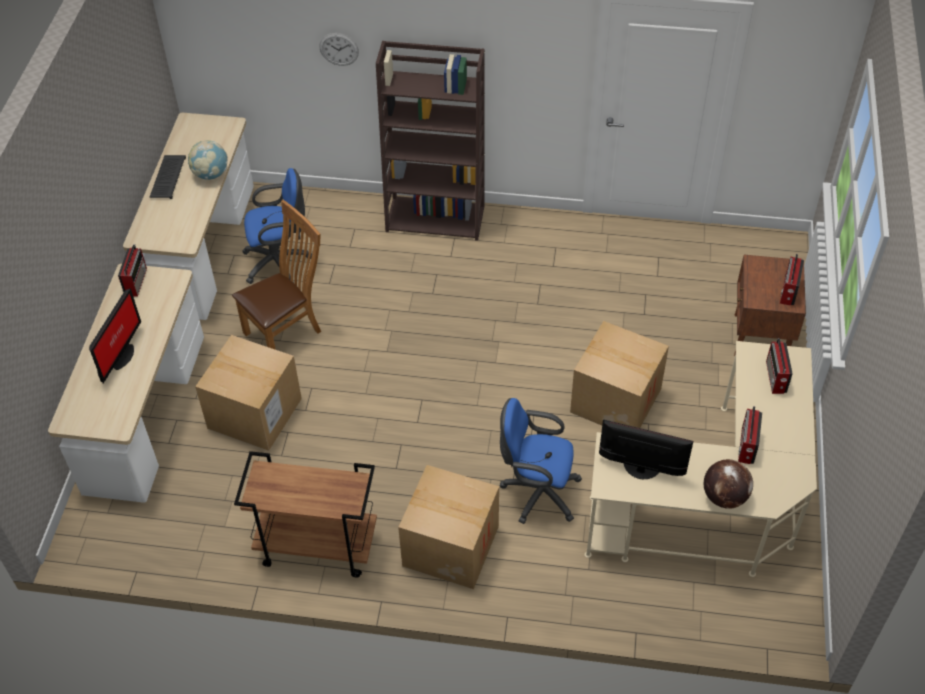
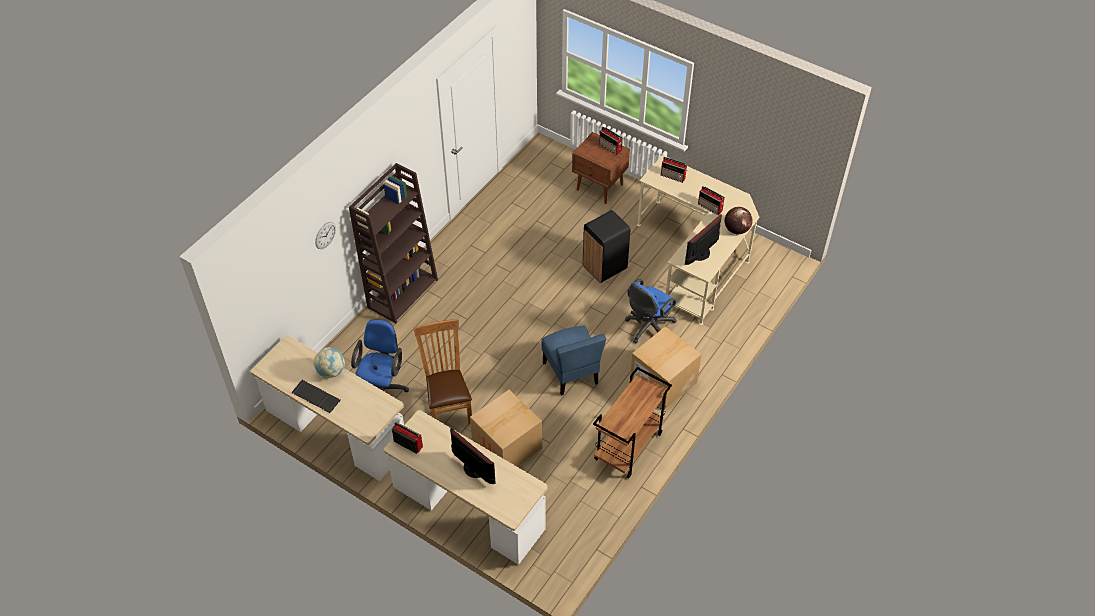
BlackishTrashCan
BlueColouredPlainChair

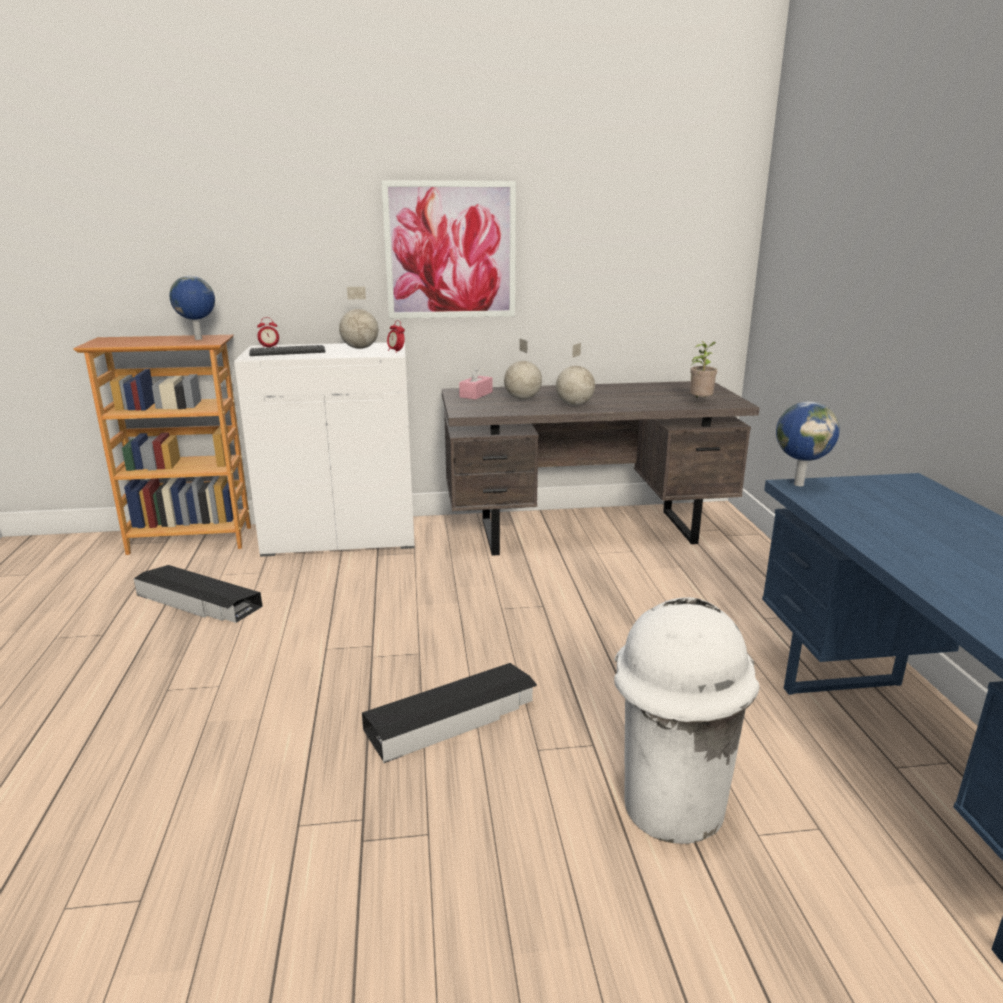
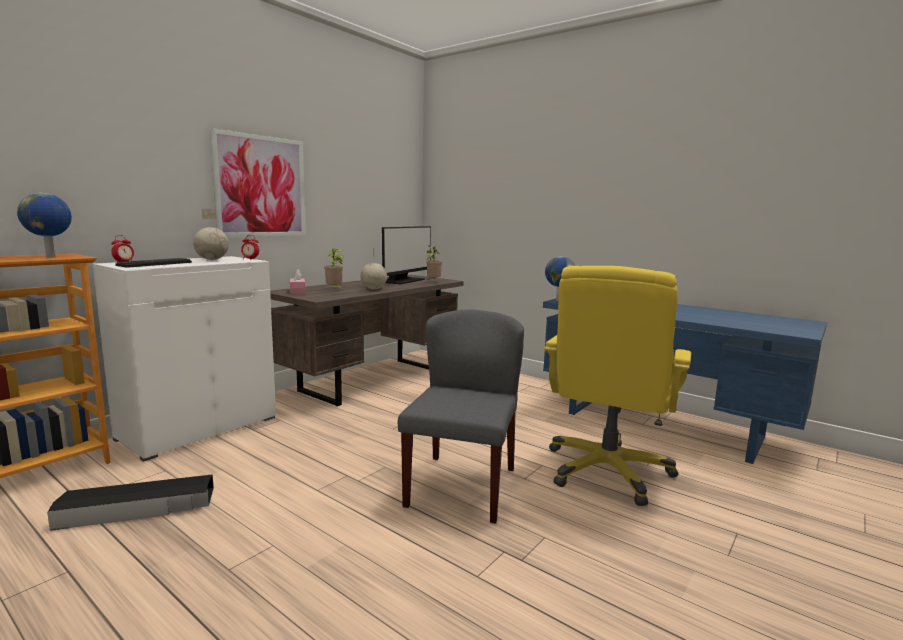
GreyPlainChair
PlantInAPot (no. 1 from left)
YellowDeskChair
ComputerDisplay

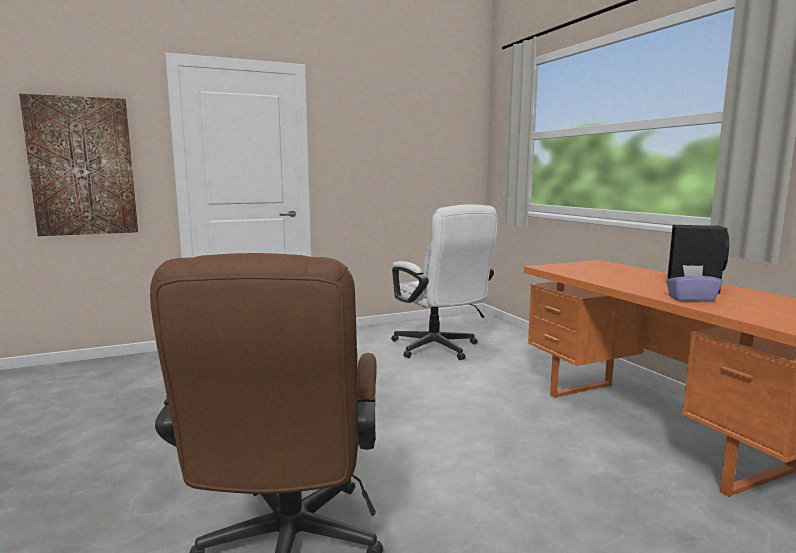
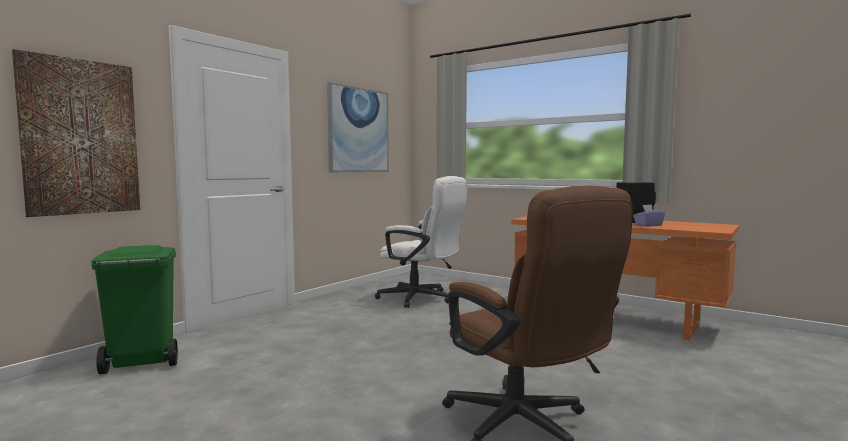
GreenishTrashCan
WallArt (no. 2 from left)

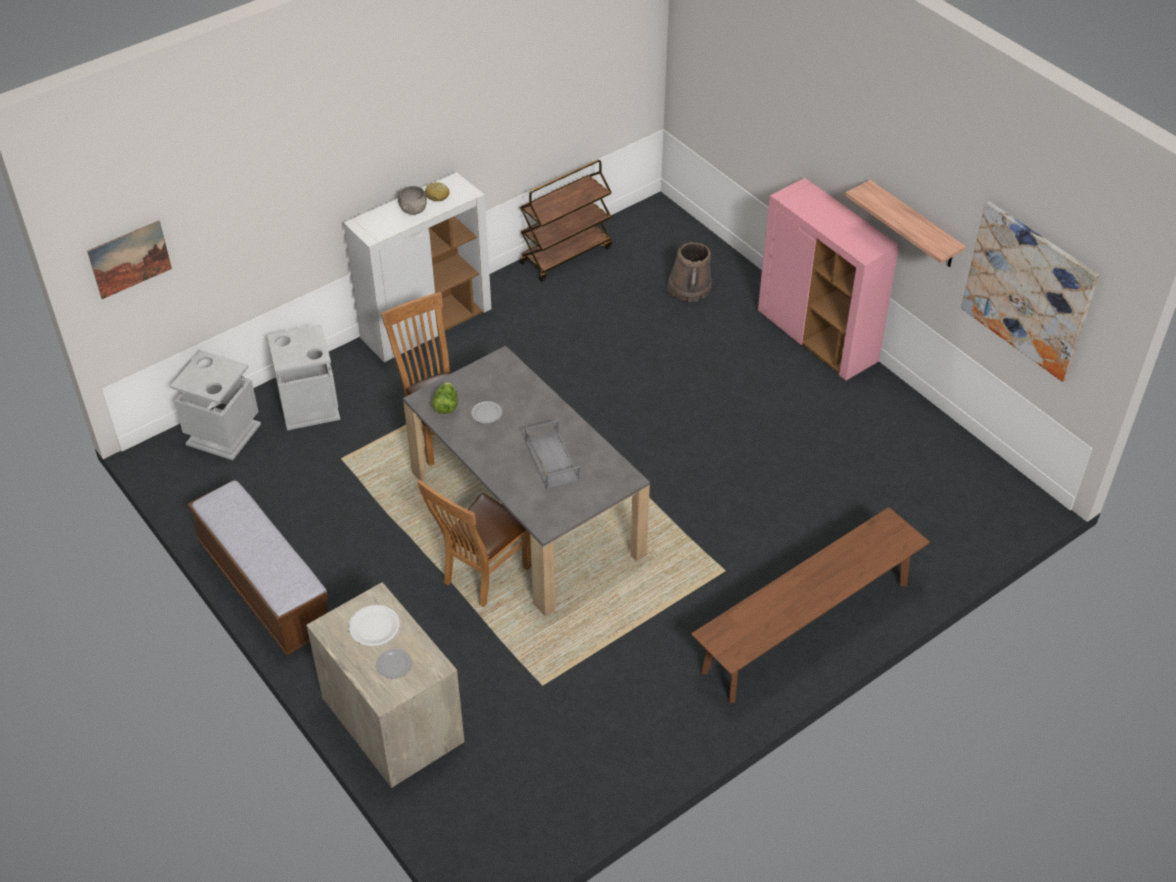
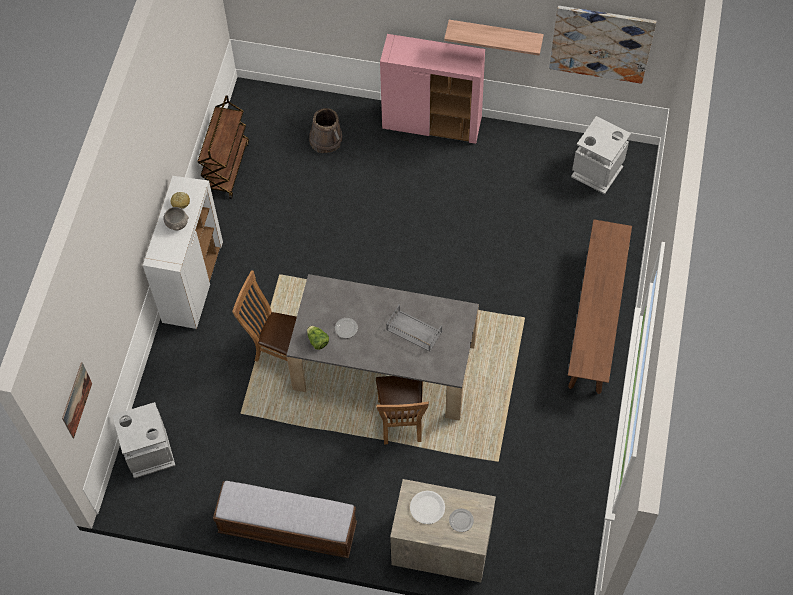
GreyTrashCan (no. 2 from left)

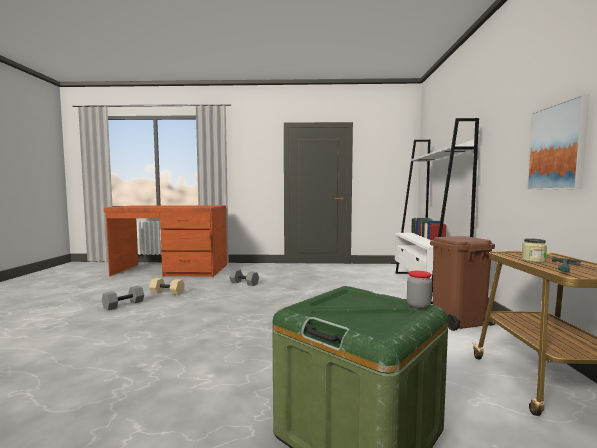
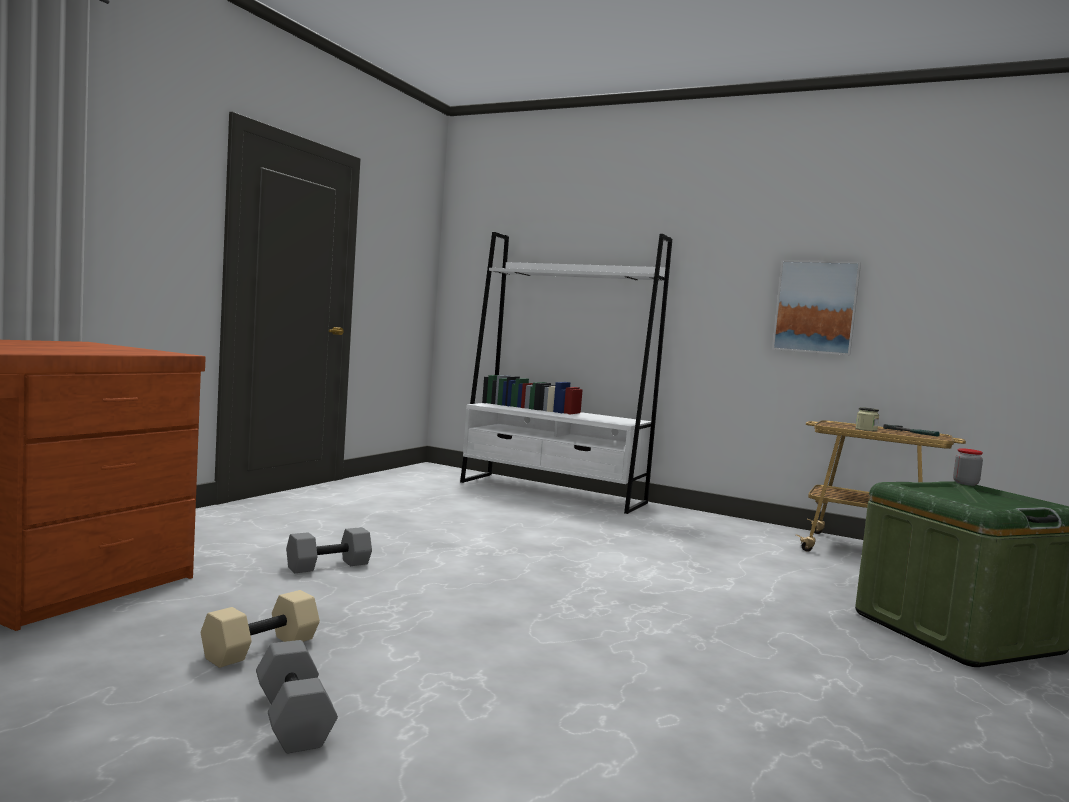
BrownishTrashCan

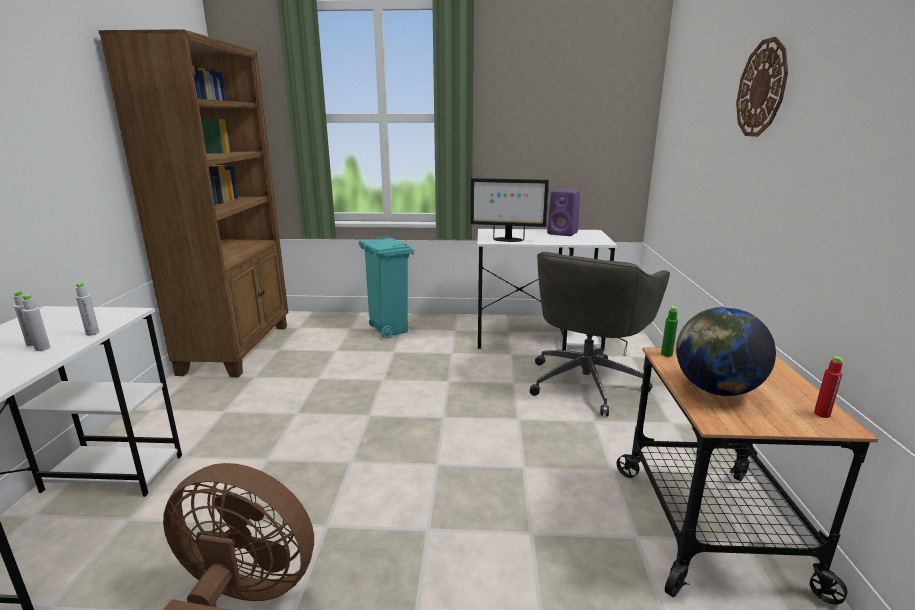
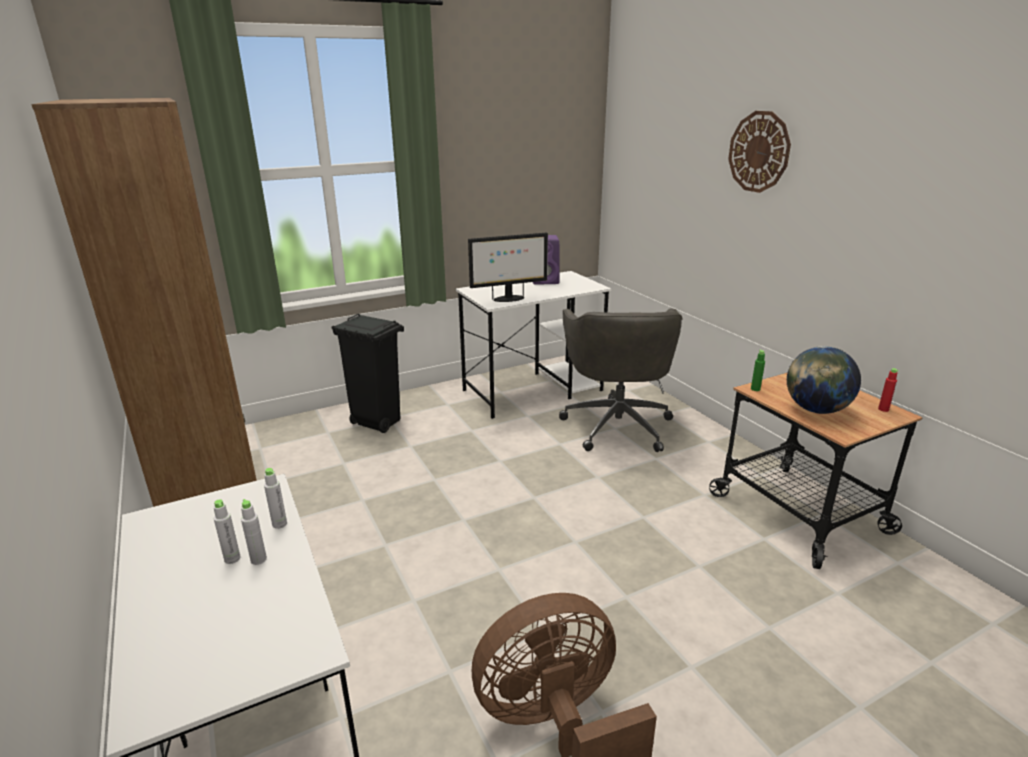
BlackishTrashCan

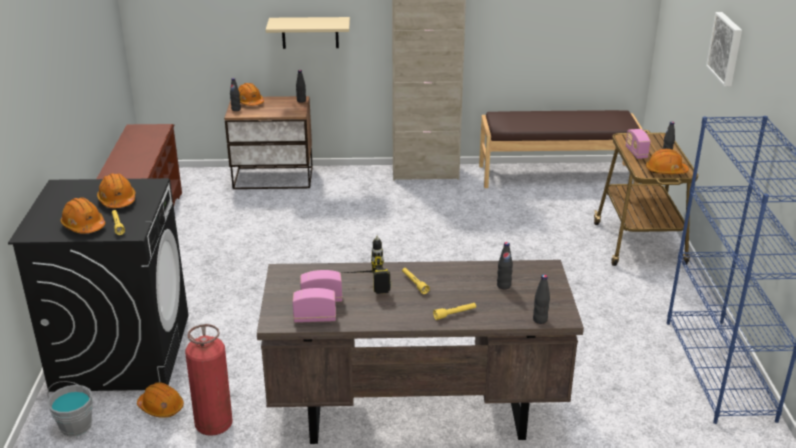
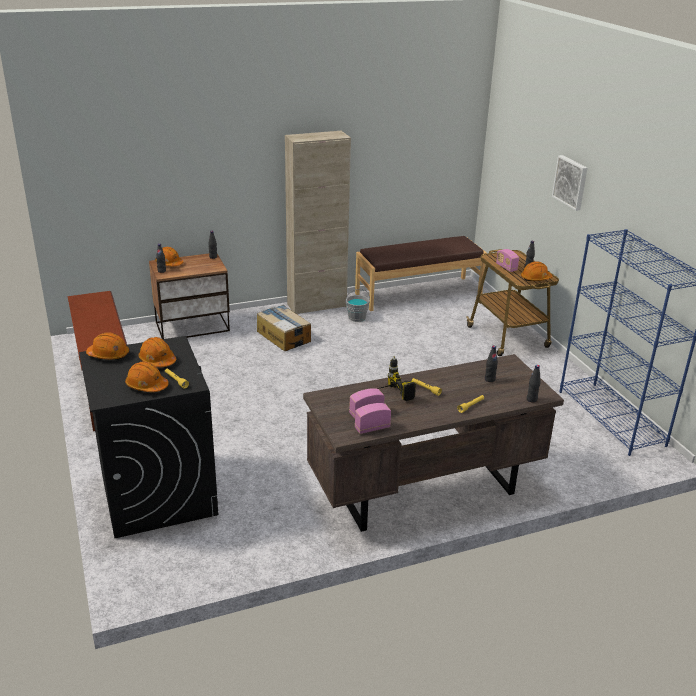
GreyWaterBucket
OrangeColouredSafetyHelmet (no. 1 from left)
FireExtinguisher
SandColouredShelf
PackingBox

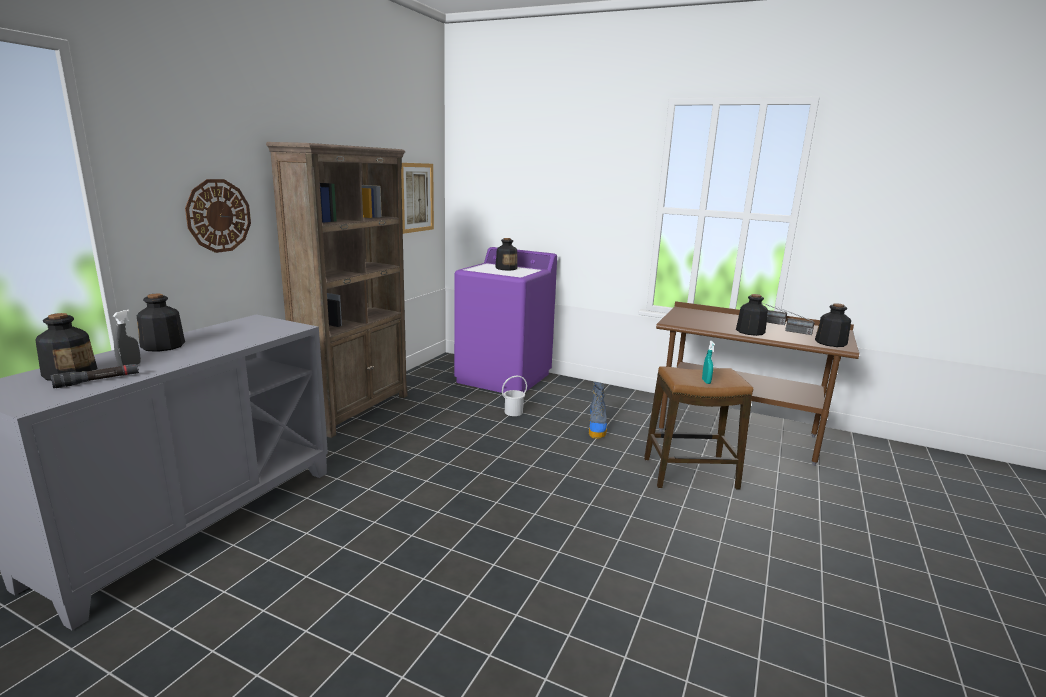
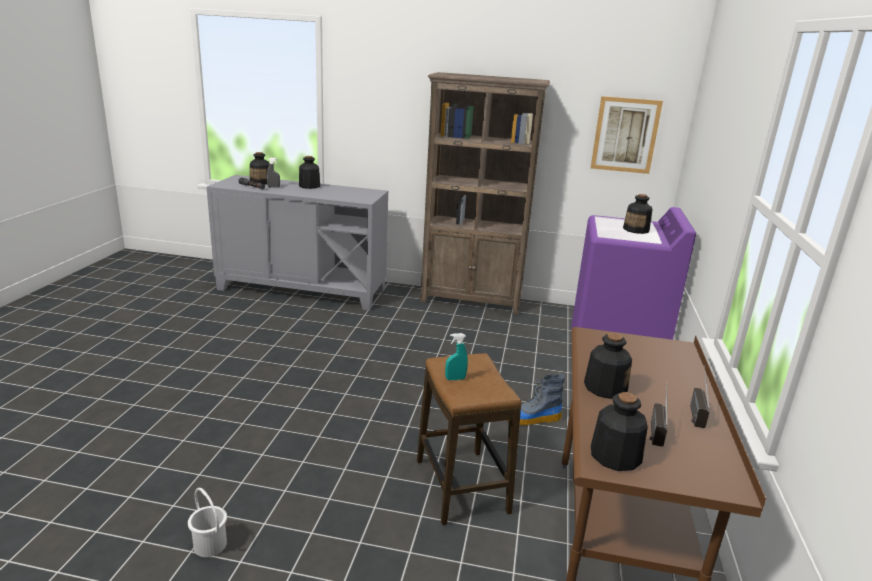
WallClock
WhitishWaterBucket

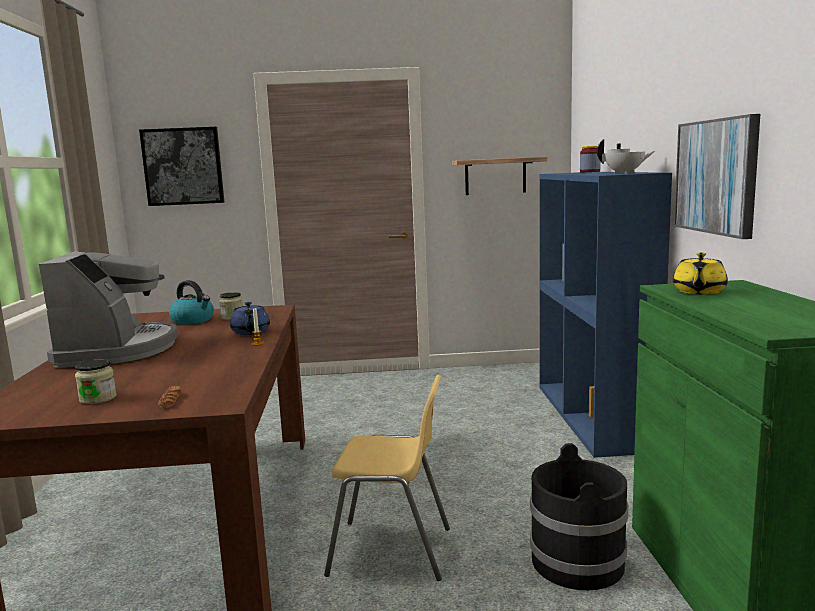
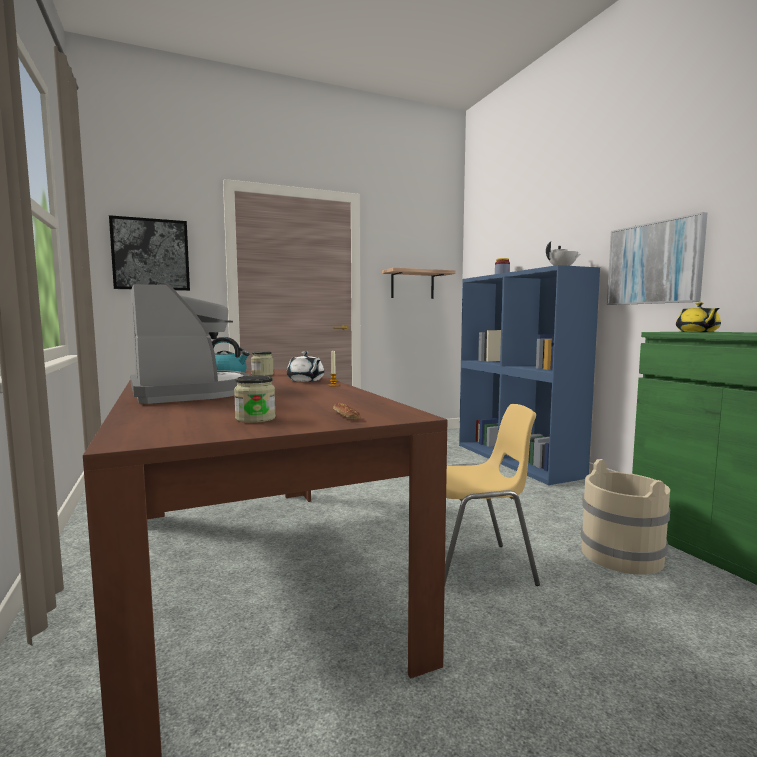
WhitishTeaPot (no. 1 from left)
SandColouredWaterBucket

